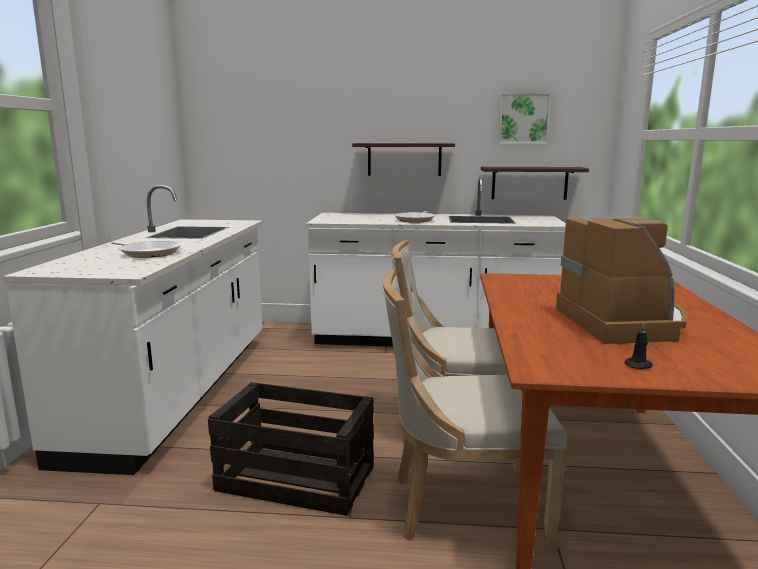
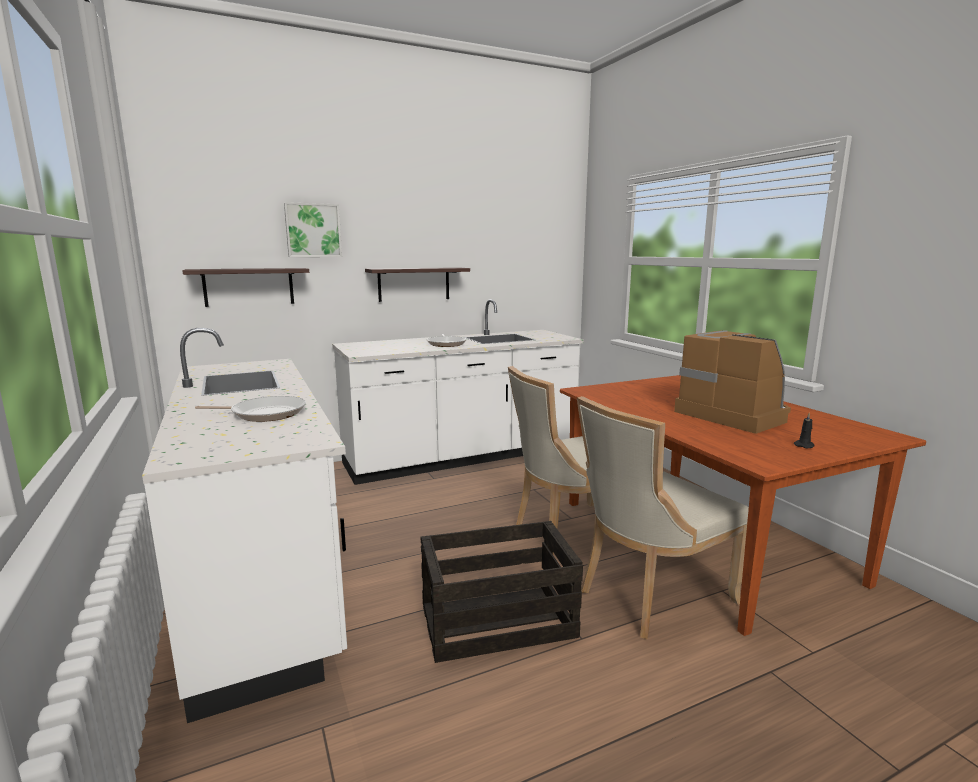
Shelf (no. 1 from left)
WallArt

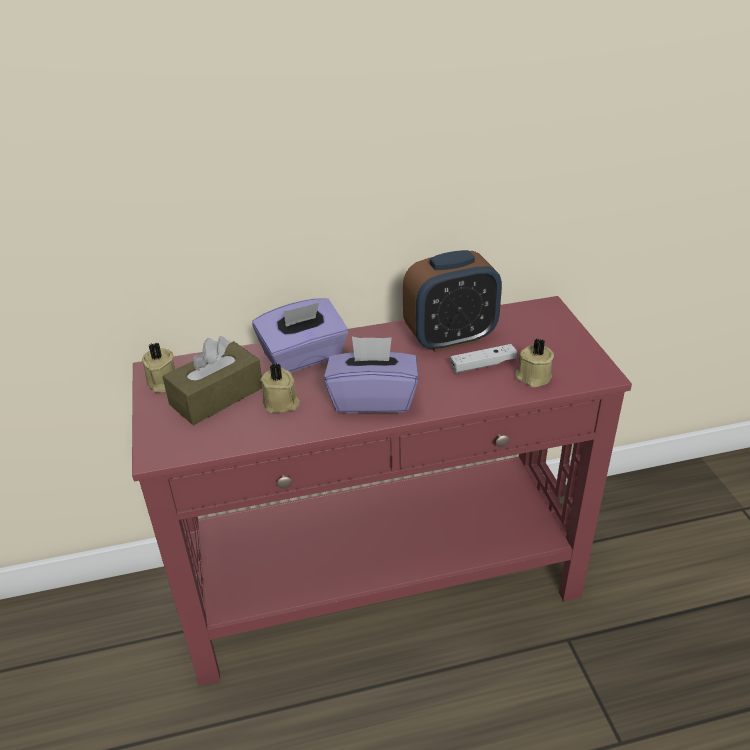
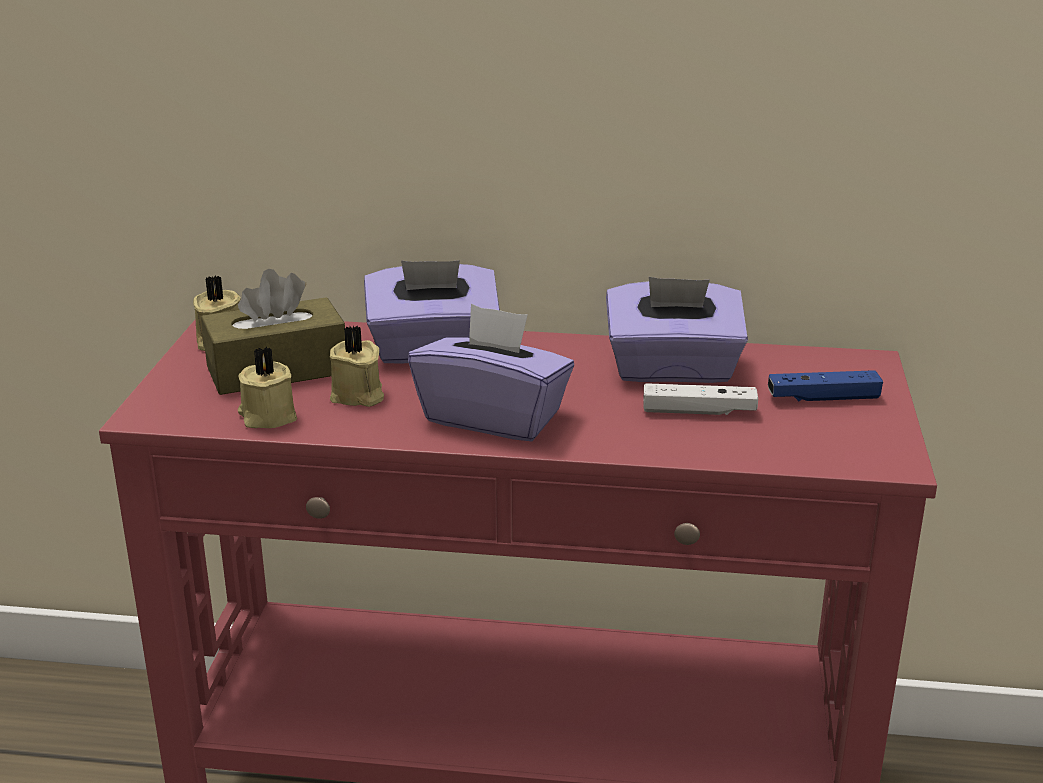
PurpleColouredTissueHolder (no. 3 from left)
SandColouredCandle (no. 2 from left)
BlueColouredGamepad

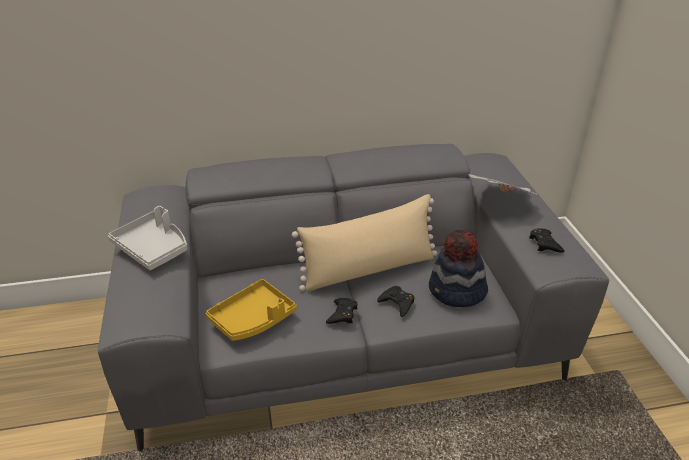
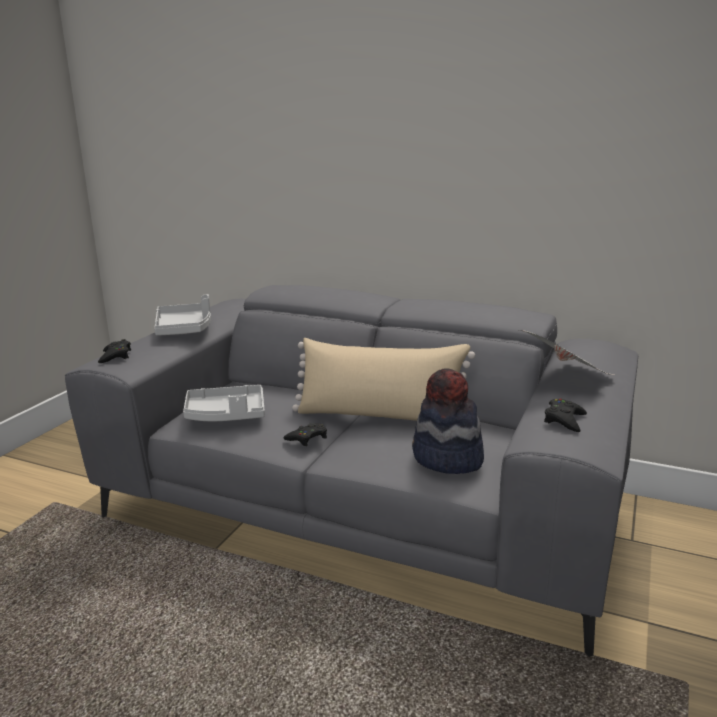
GreyServingTray (no. 2 from left)
BlackishGamepad (no. 1 from left)

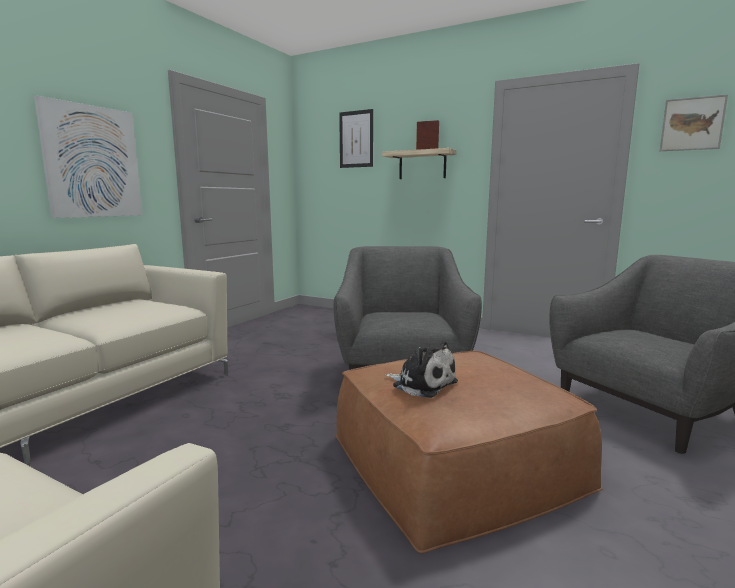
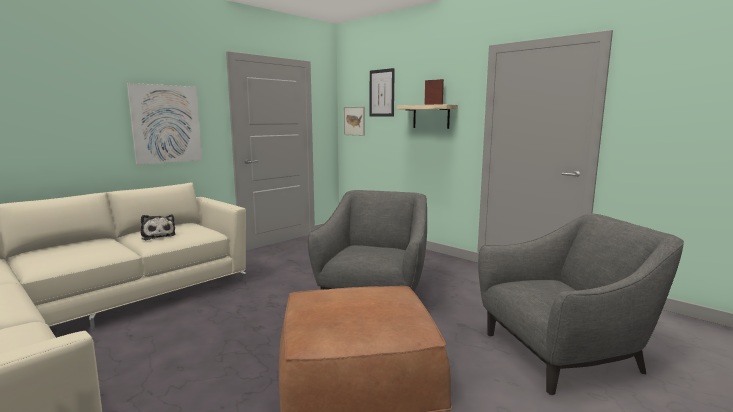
SoftToy
WallArt (no. 2 from left)

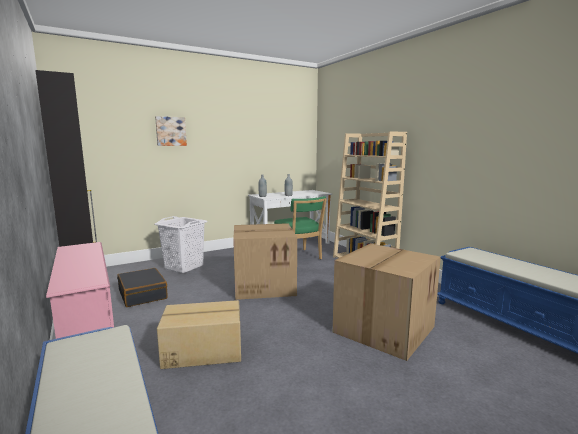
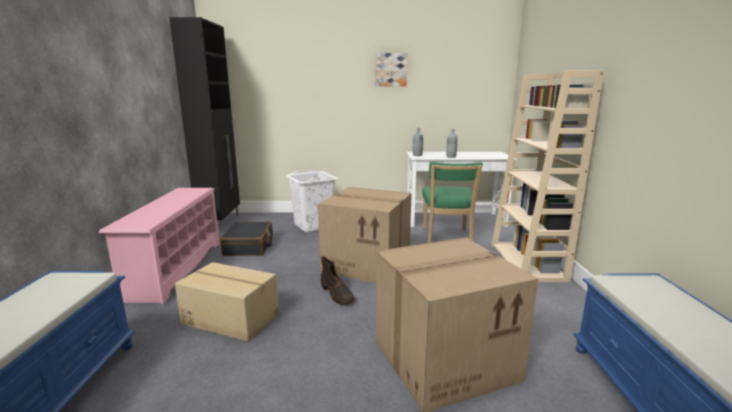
WallArt
BrownishTallBoot

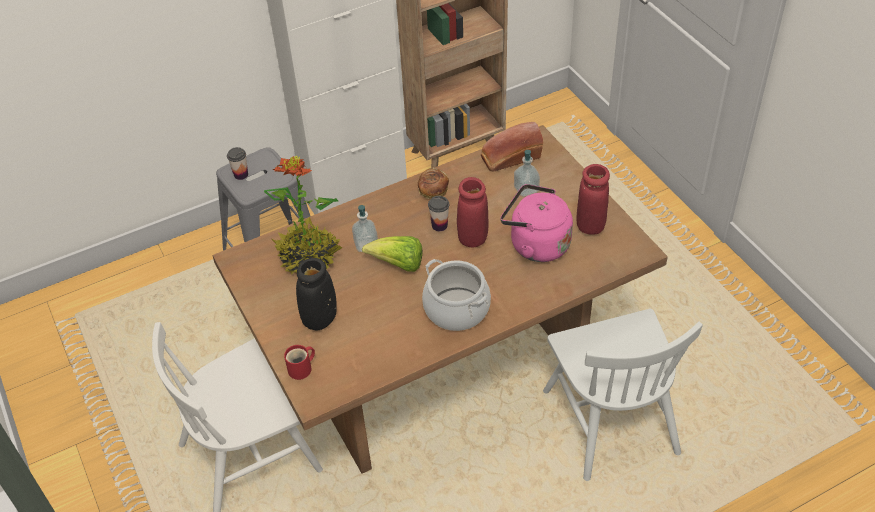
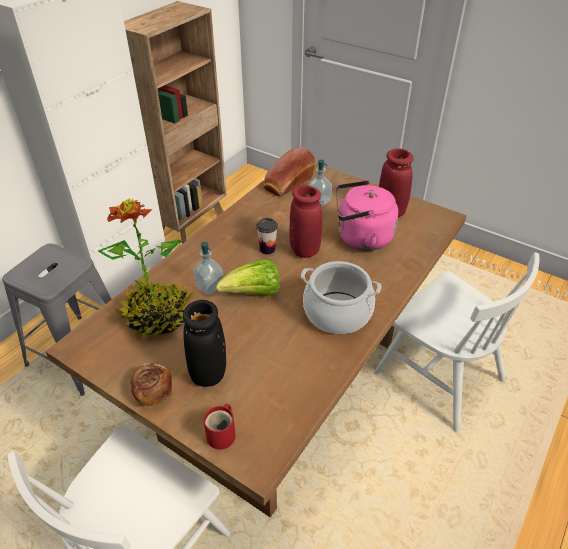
SmallCup (no. 1 from left in the first image)
BakeryBread (no. 1 from left)

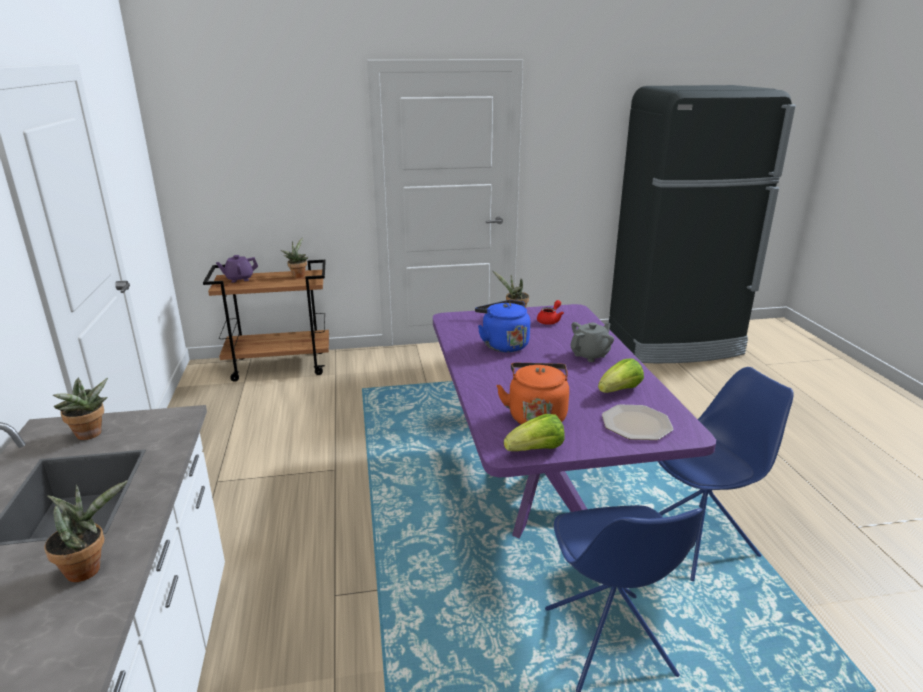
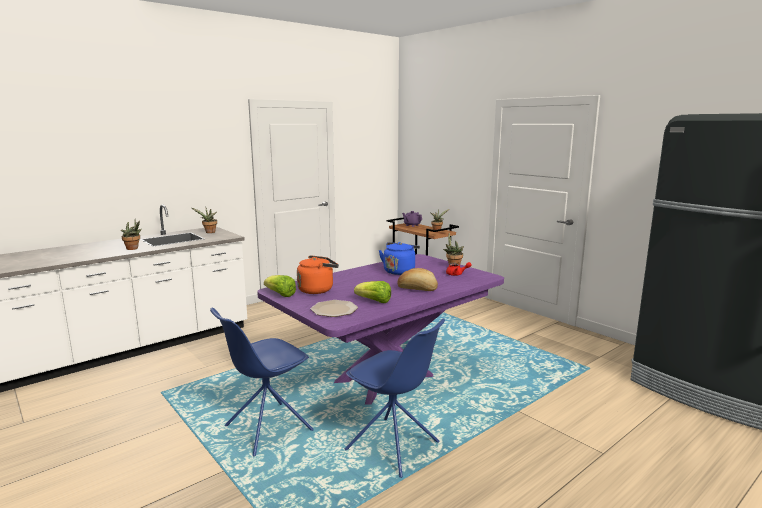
BakeryBread

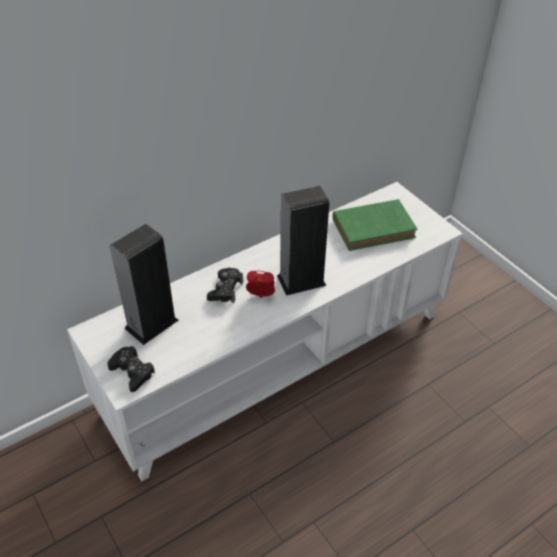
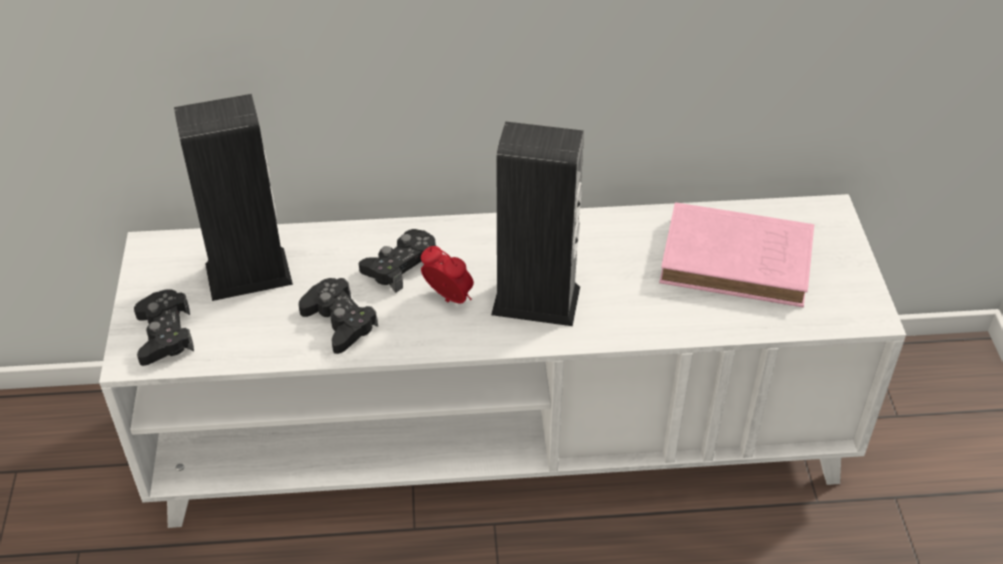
PinkBook
BlackishGamepad (no. 2 from left)

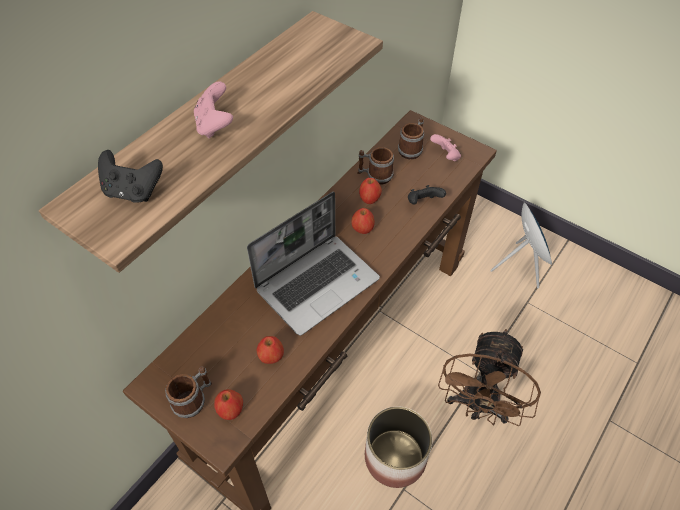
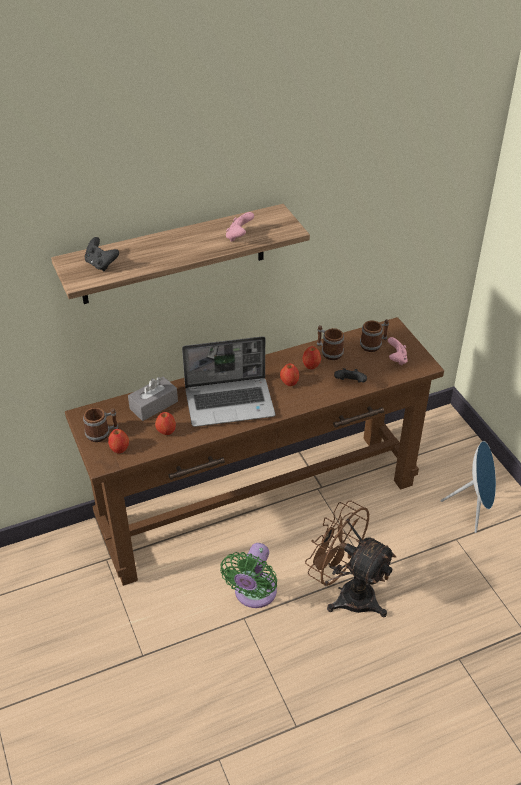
PinkGamepad (no. 1 from left)
GreenishCoolingFan
BrownishCoolingFan
GreyTissueHolder

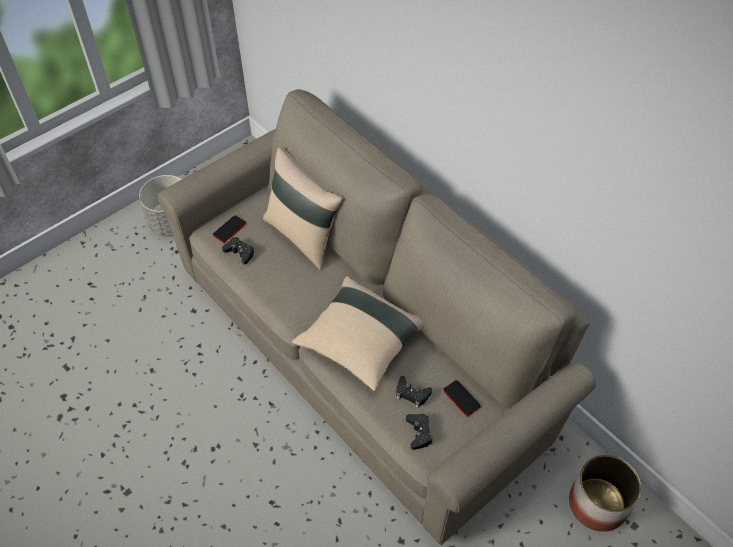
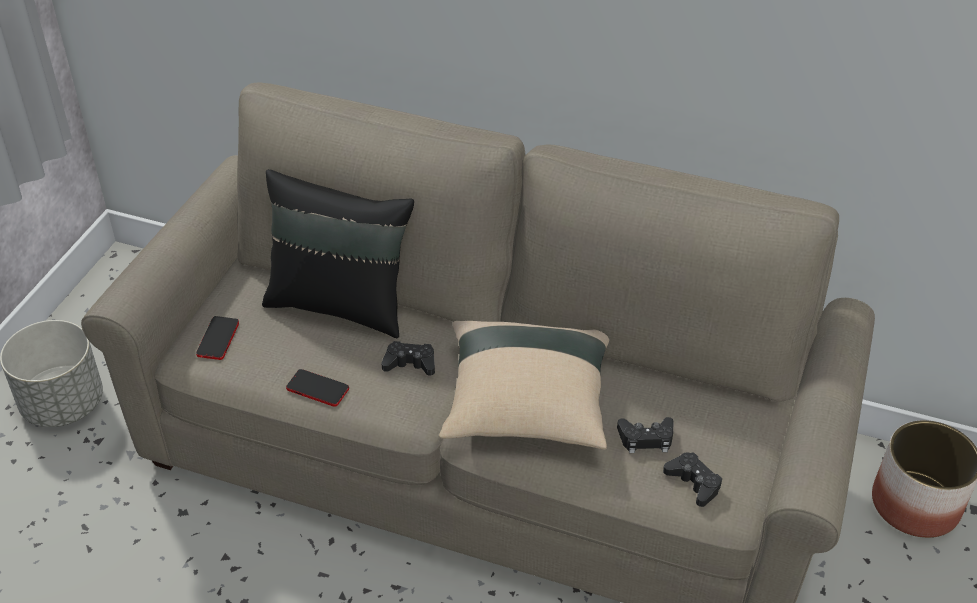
BlackishGamepad (no. 1 from left)
BlackishThrowPillow
Phone (no. 2 from left)

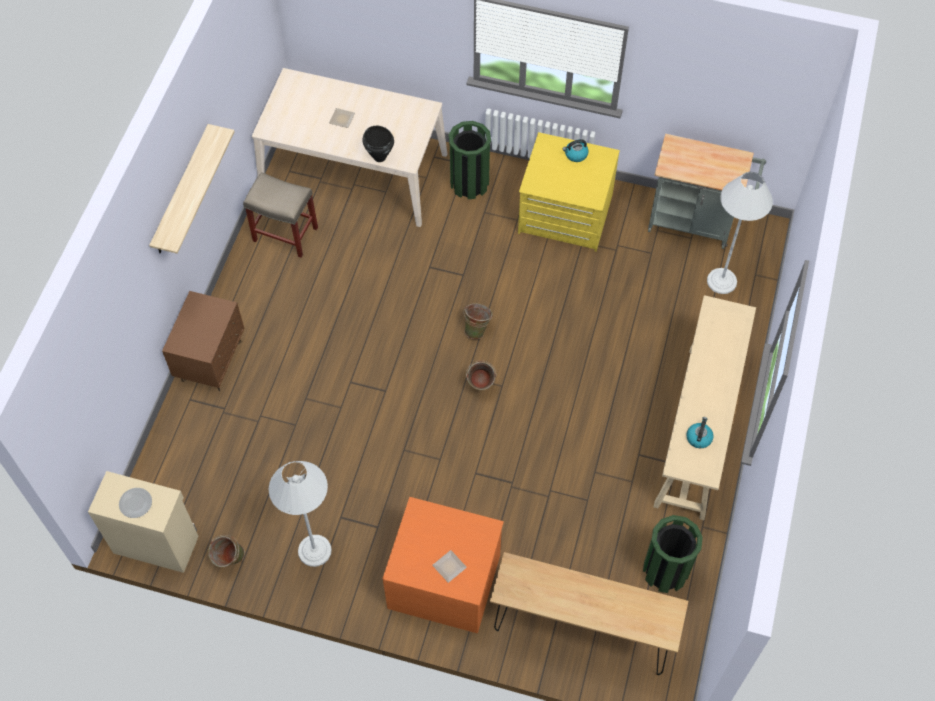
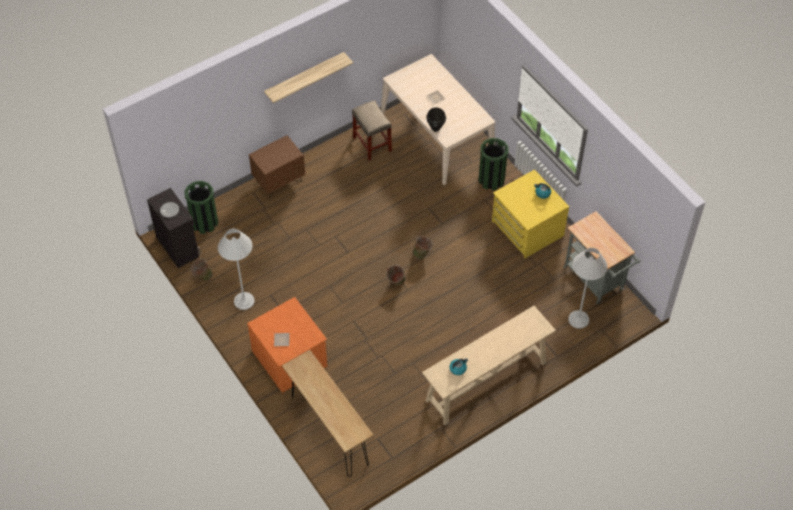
BlackishStorageCabinet
GreenishTrashCan (no. 1 from left)

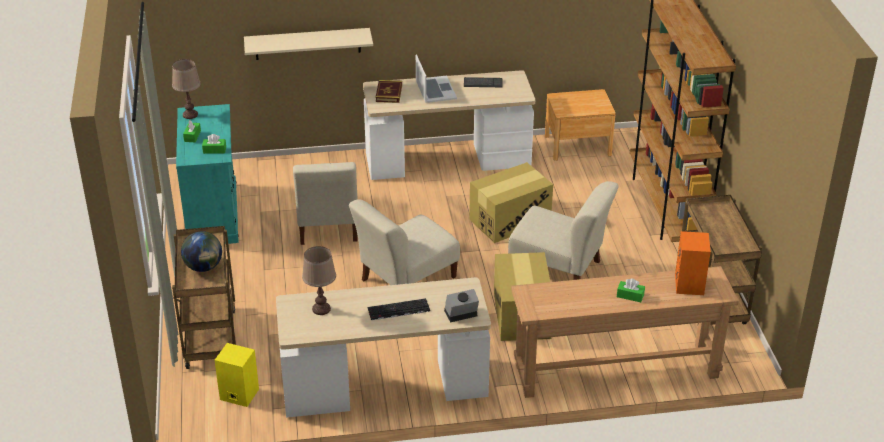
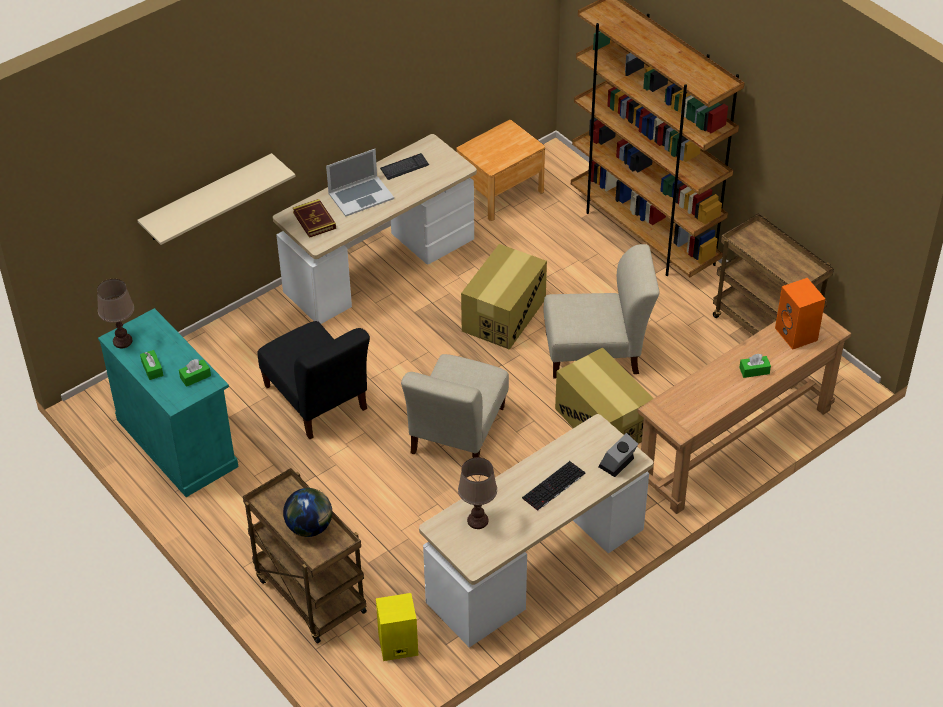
BlackishPlainChair
NotebookComputer

